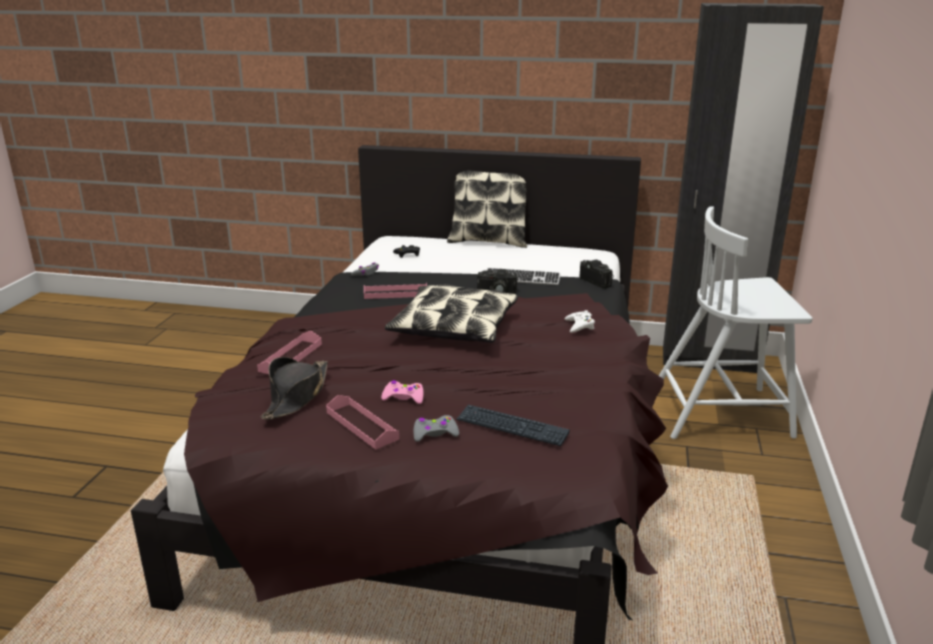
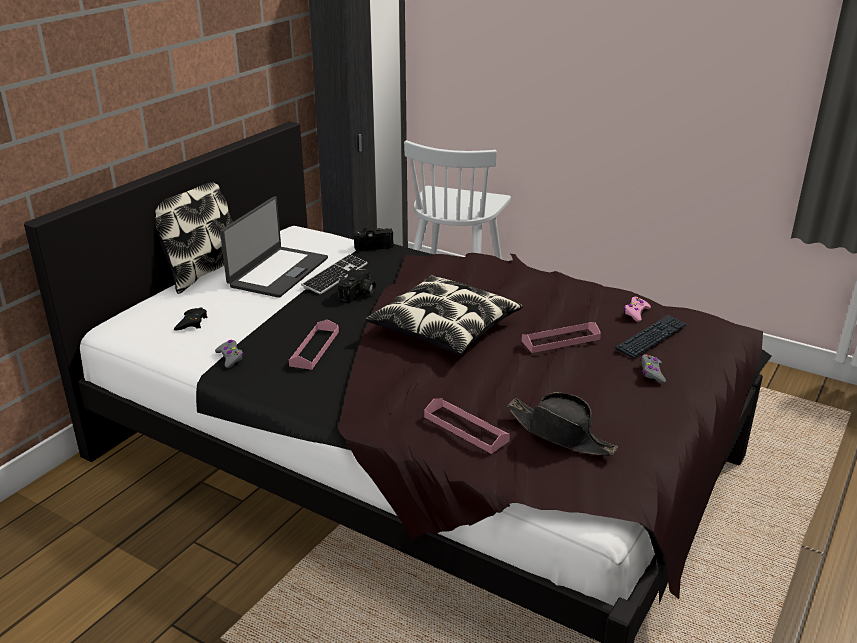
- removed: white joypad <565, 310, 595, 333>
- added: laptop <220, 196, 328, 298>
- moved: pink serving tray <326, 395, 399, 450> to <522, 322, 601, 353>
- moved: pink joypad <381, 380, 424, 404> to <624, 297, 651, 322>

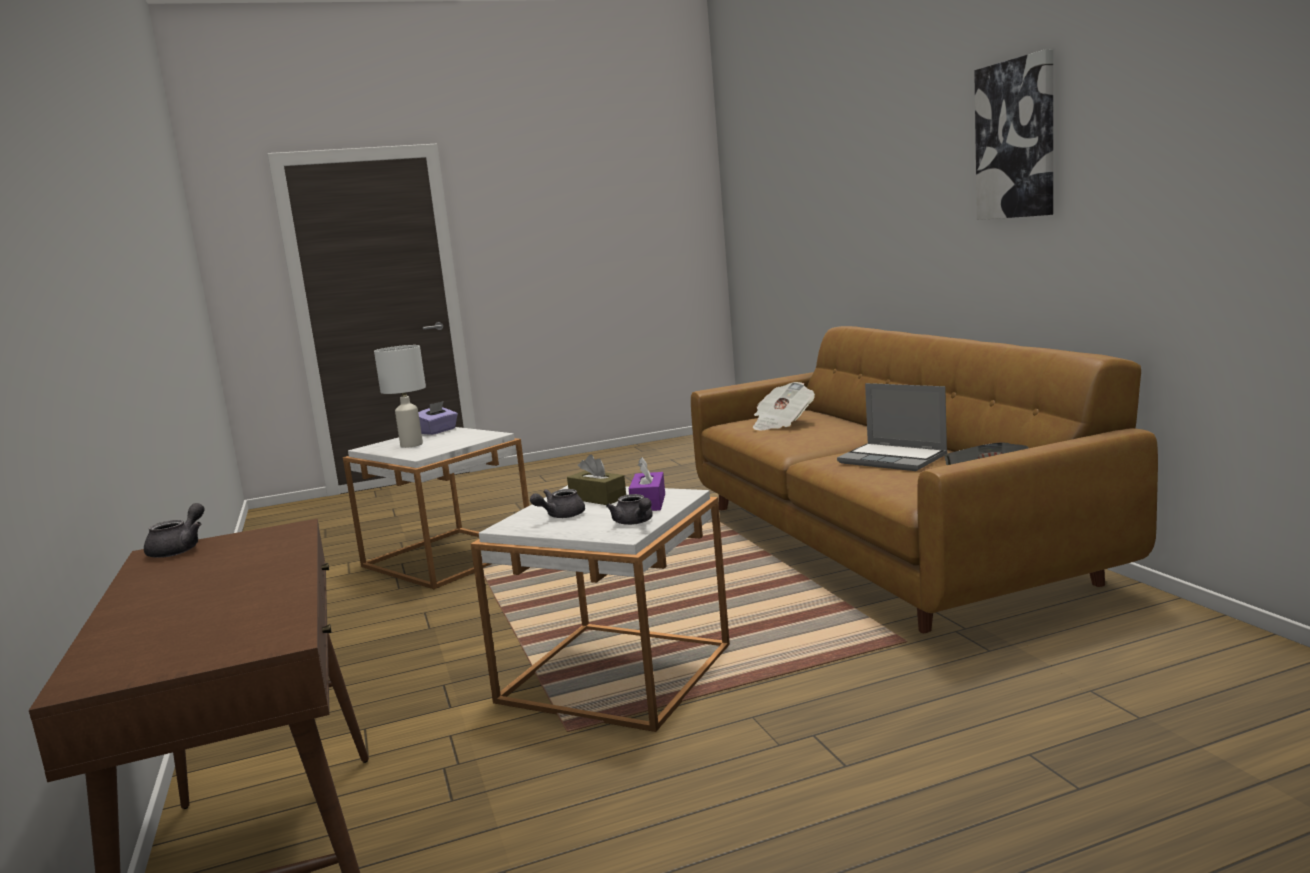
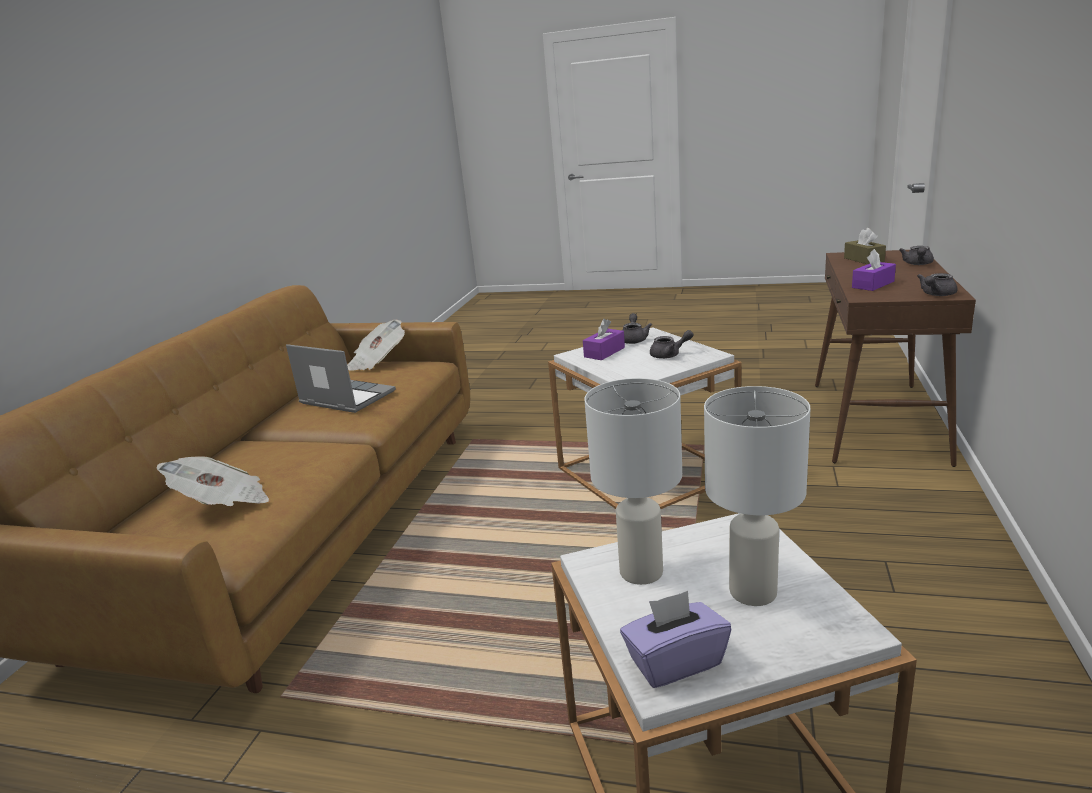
- removed: picture <974, 49, 1053, 220>
- added: white table lamp <585, 378, 682, 585>
- added: purplish box of tissues <852, 249, 896, 291>
- added: gray tea pot <899, 246, 934, 265>
- moved: brown box of tissues <567, 454, 626, 505> to <844, 228, 886, 264>
- turned: laptop <837, 383, 948, 471> = <286, 344, 396, 413> 45 degrees counterclockwise

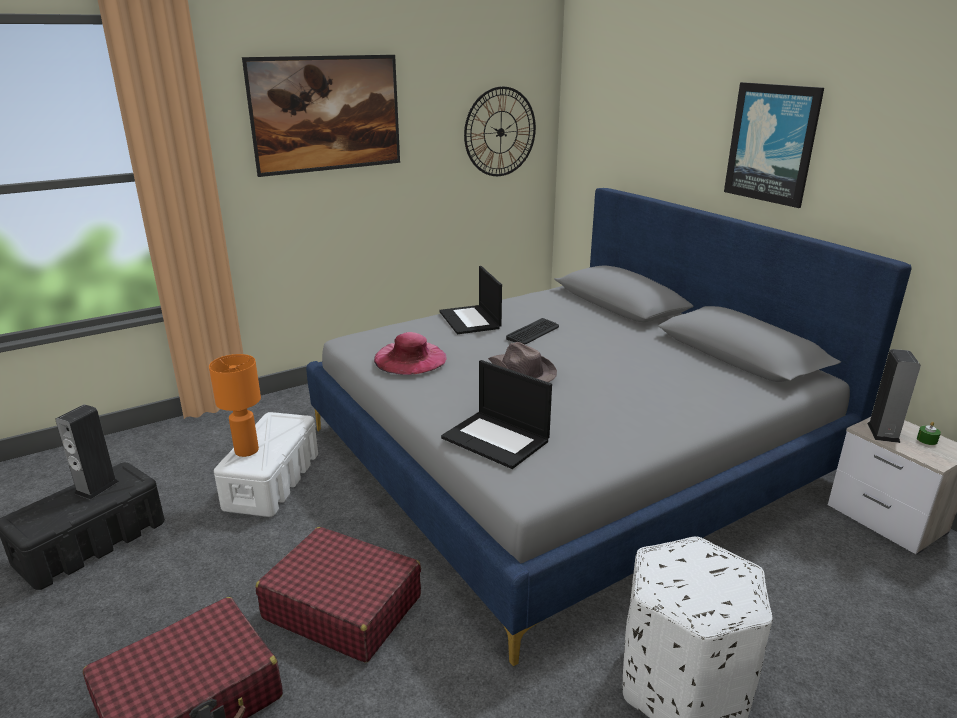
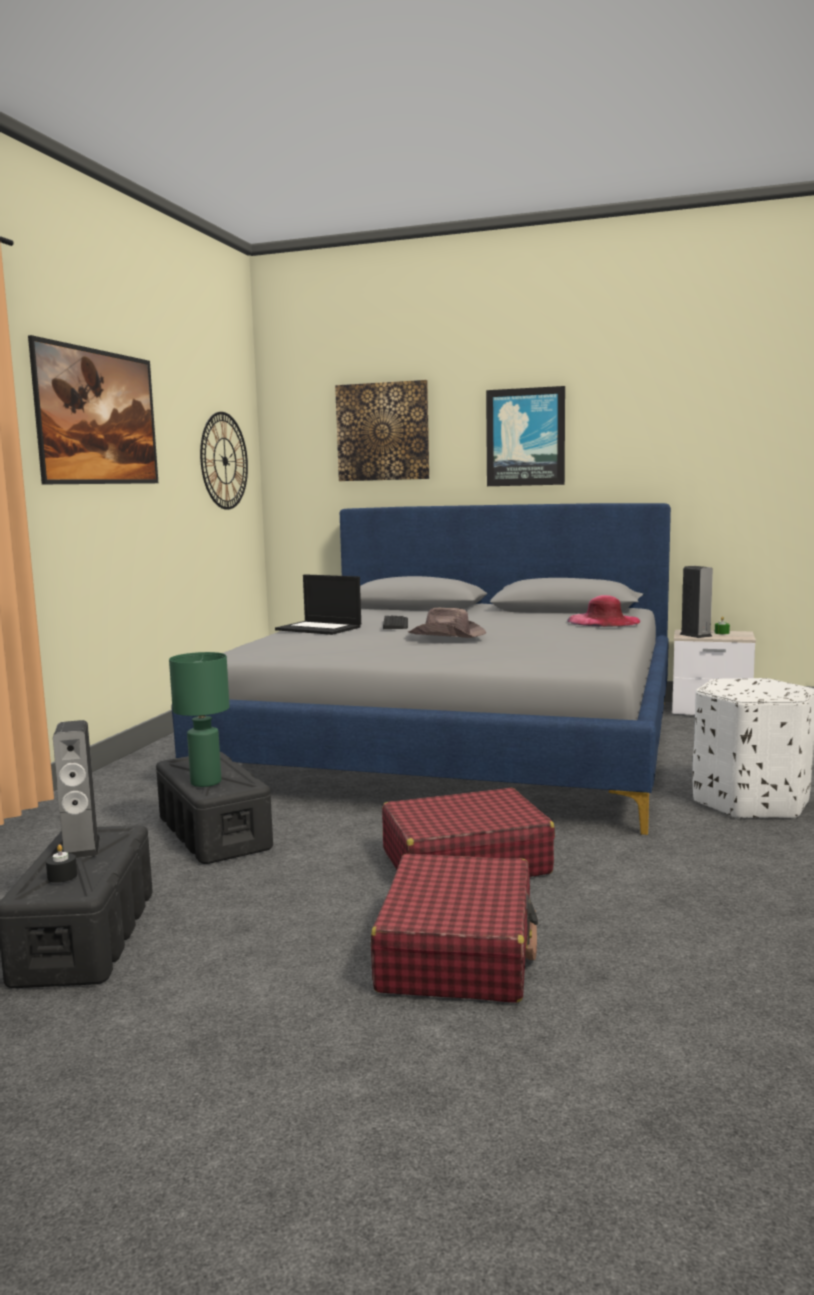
- removed: laptop <441, 360, 552, 469>
- added: blackish wax light <46, 844, 77, 883>
- added: picture <335, 380, 429, 481>
- moved: pink hat <374, 332, 447, 375> to <567, 595, 641, 627>
- recoloured: orange table lamp <209, 354, 261, 457> to green table lamp <169, 652, 230, 787>
- recoloured: white storage box <214, 412, 318, 517> to blackish storage box <156, 752, 273, 864>

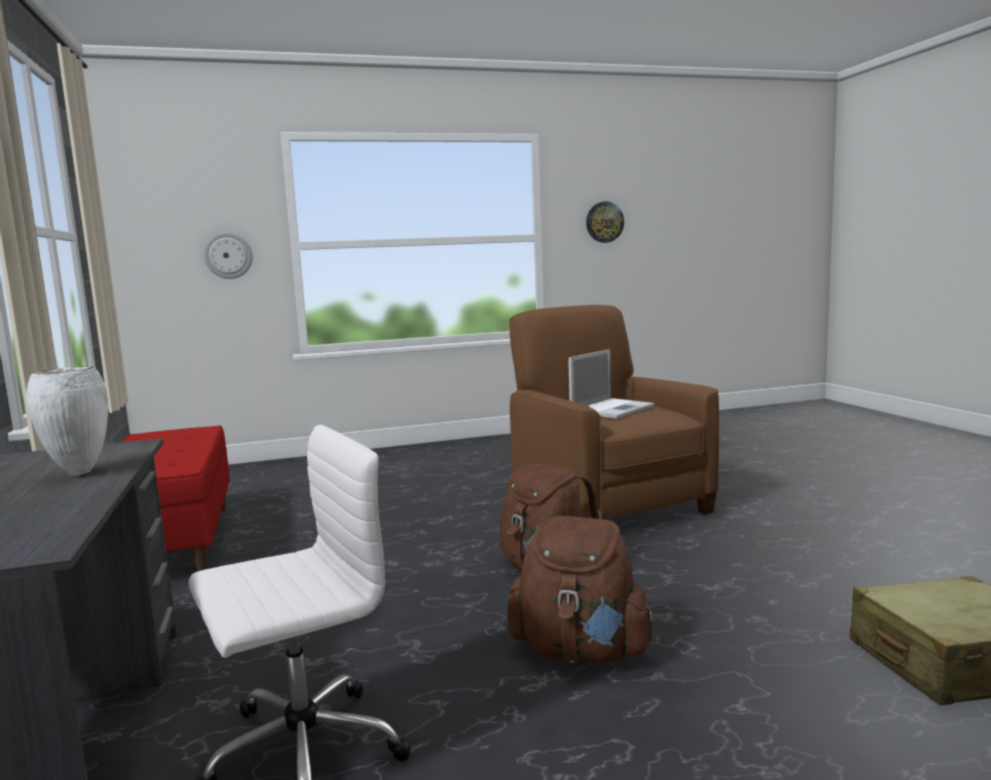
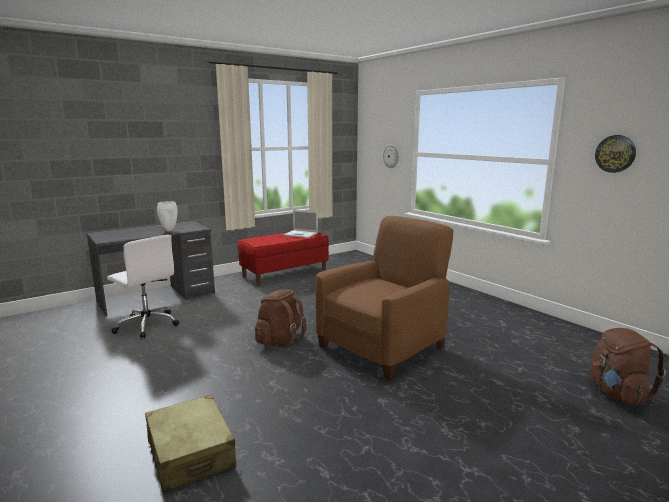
- moved: brown knapsack <508, 516, 656, 664> to <590, 328, 666, 405>
- moved: laptop <568, 349, 654, 419> to <283, 210, 318, 238>

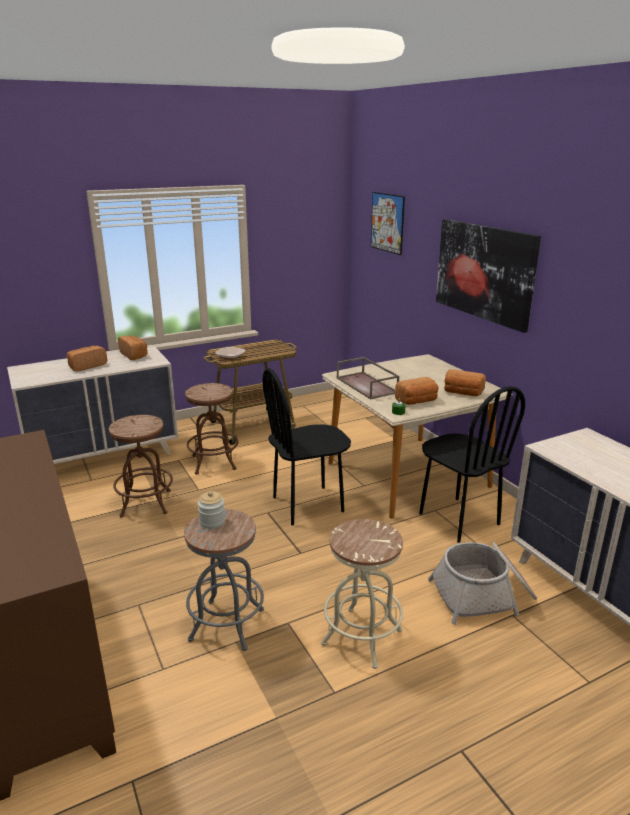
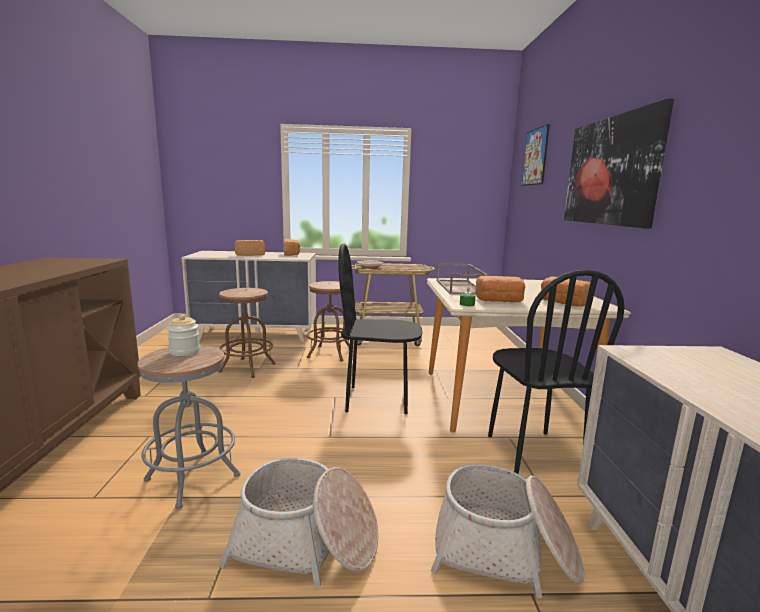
- replaced: beige-coloured stool <321, 519, 403, 669> to household basket <220, 458, 378, 588>

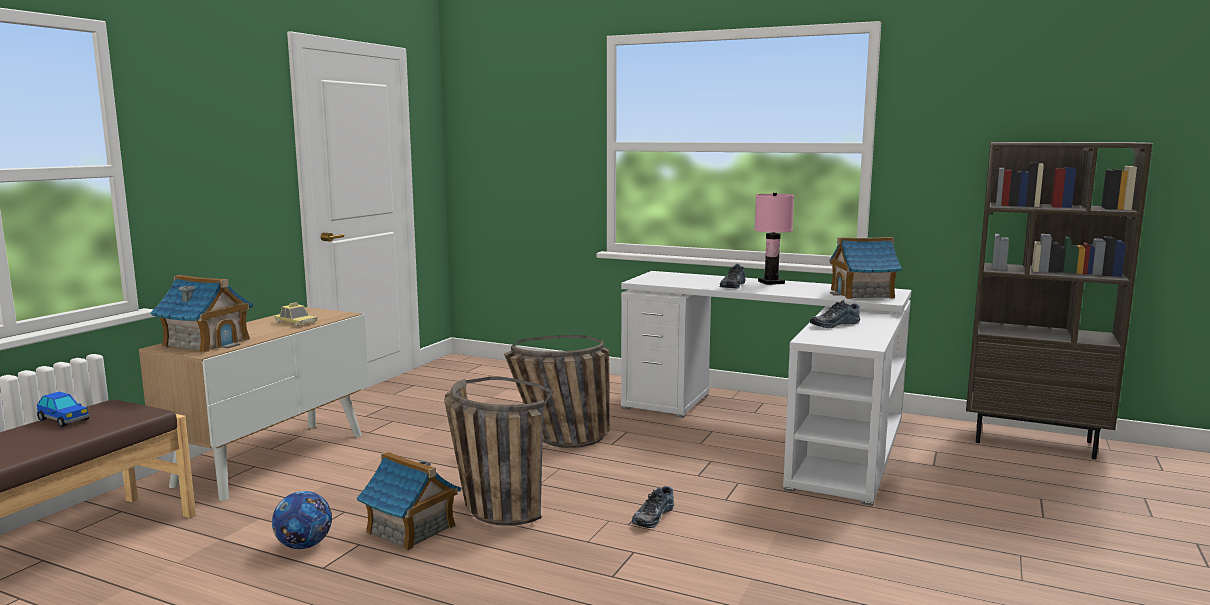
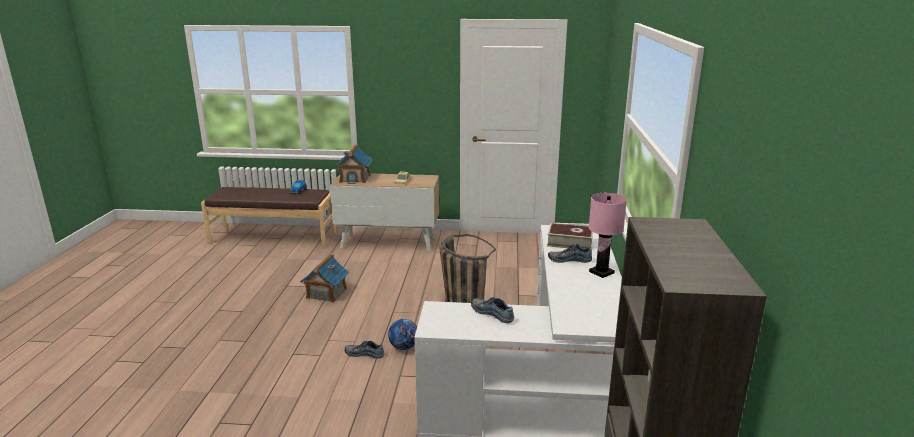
- removed: household basket <444, 376, 553, 526>
- removed: toy house <829, 237, 902, 299>
- added: book <547, 223, 593, 249>
- moved: football <272, 491, 332, 549> to <388, 319, 417, 350>

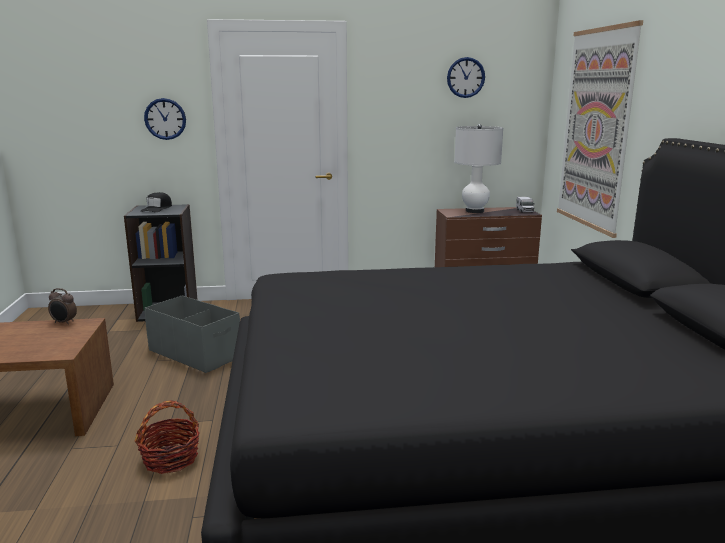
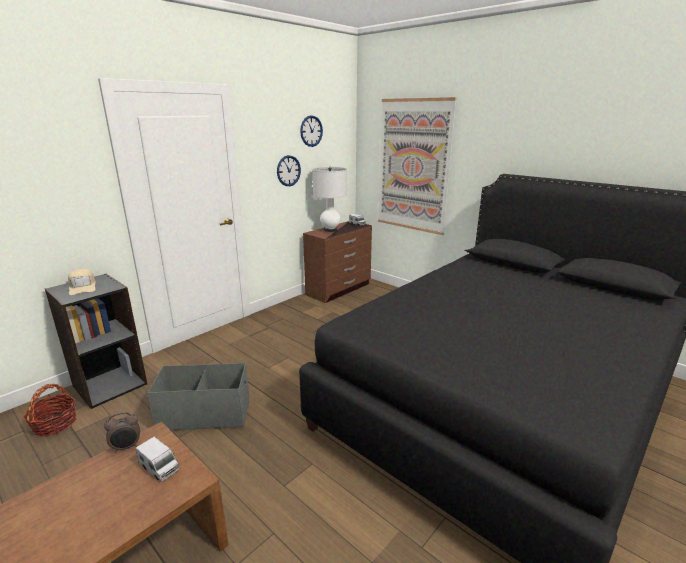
- added: model truck <136, 437, 180, 482>
- moved: household basket <135, 401, 199, 474> to <24, 384, 76, 437>
- moved: clock on the wall <144, 98, 186, 140> to <277, 155, 301, 186>
- recoloured: blackish peaked cap <140, 192, 172, 212> to beige-coloured peaked cap <68, 269, 96, 295>

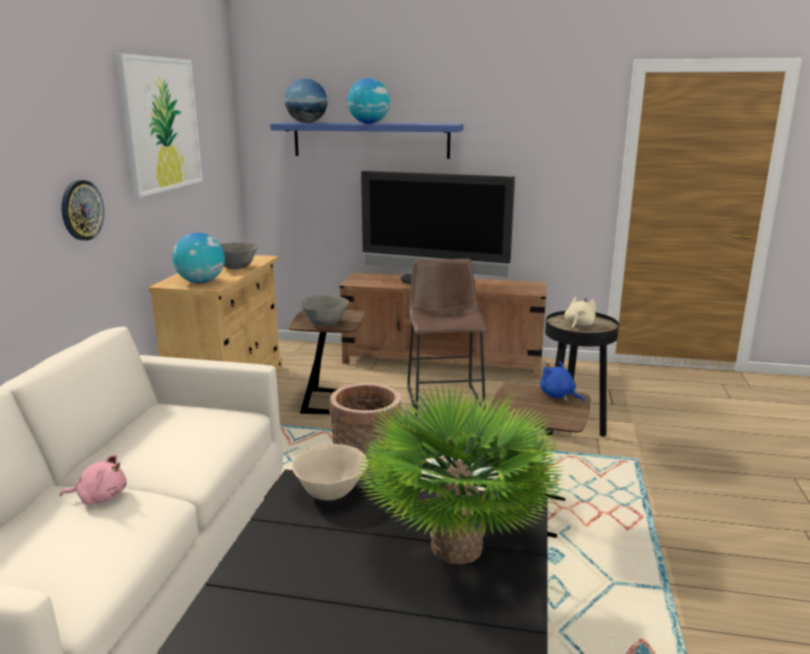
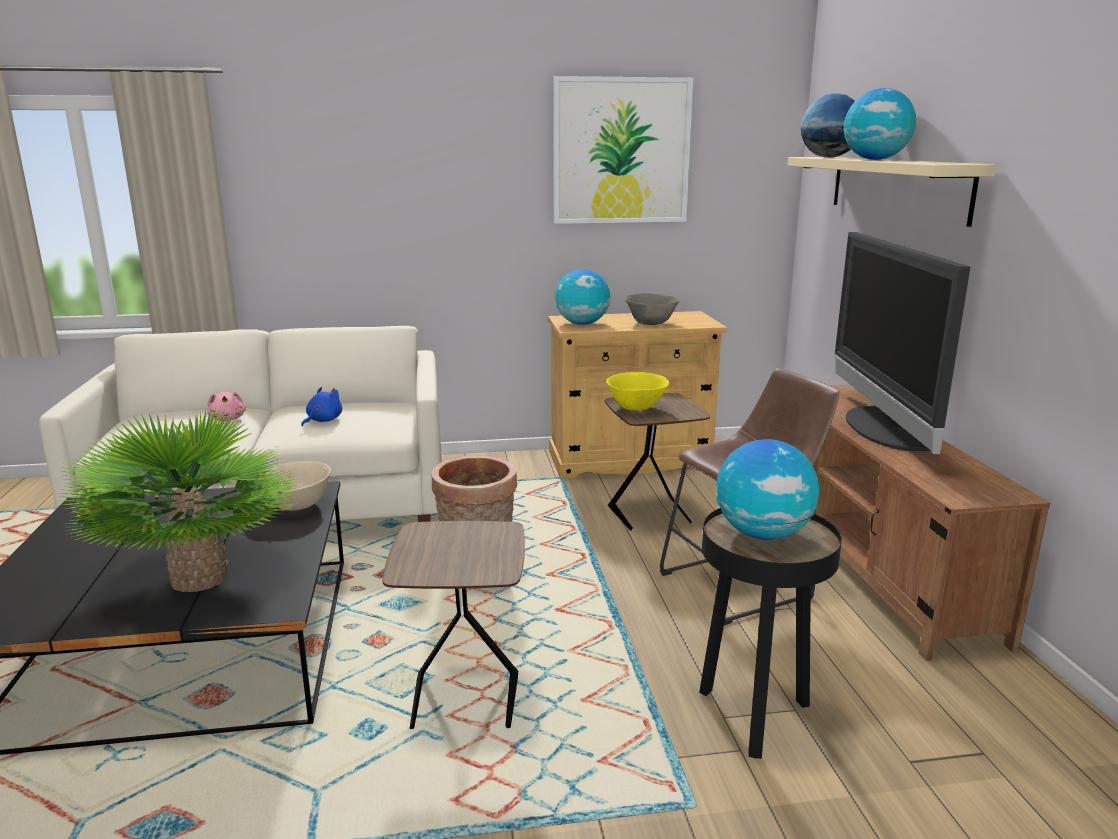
- removed: clock on the wall <62, 180, 104, 240>
- moved: bluish cuddly toy <540, 361, 585, 403> to <301, 387, 342, 426>
- replaced: beige-coloured cuddly toy <564, 297, 596, 329> to desk globe <716, 439, 819, 540>
- recoloured: bluish shelf <270, 122, 463, 159> to beige-coloured shelf <787, 157, 996, 227>
- recoloured: gray deep dish <300, 295, 349, 326> to yellow deep dish <606, 372, 669, 411>

